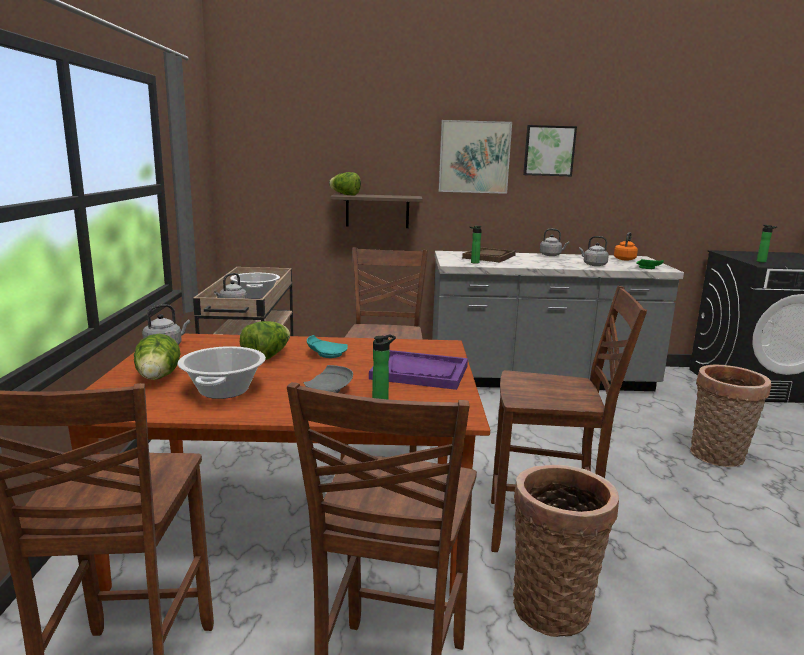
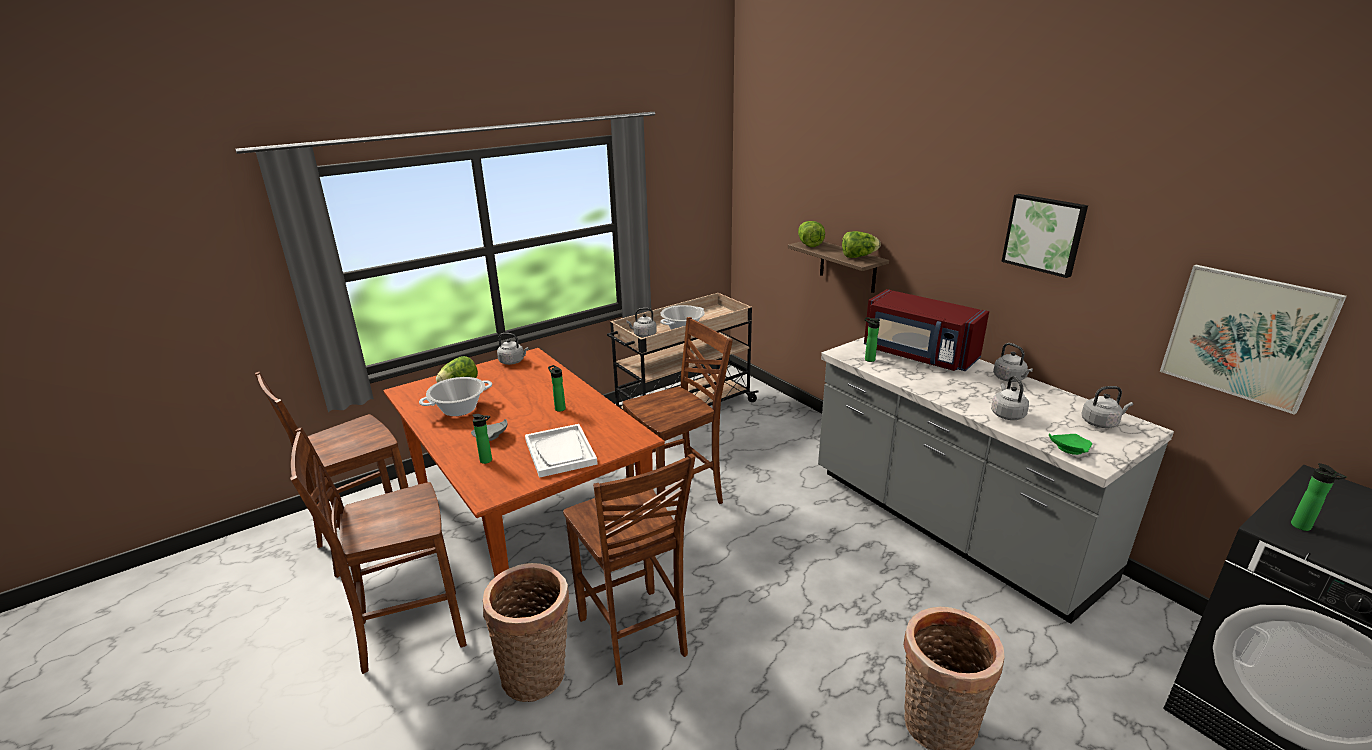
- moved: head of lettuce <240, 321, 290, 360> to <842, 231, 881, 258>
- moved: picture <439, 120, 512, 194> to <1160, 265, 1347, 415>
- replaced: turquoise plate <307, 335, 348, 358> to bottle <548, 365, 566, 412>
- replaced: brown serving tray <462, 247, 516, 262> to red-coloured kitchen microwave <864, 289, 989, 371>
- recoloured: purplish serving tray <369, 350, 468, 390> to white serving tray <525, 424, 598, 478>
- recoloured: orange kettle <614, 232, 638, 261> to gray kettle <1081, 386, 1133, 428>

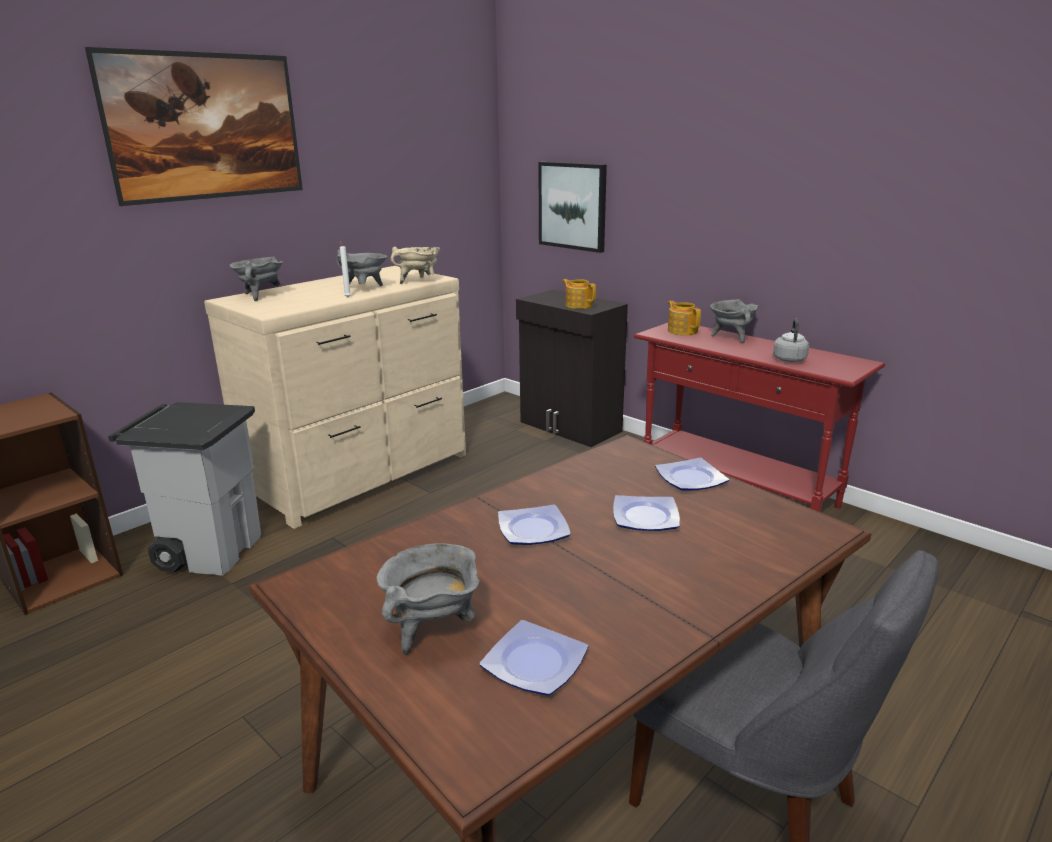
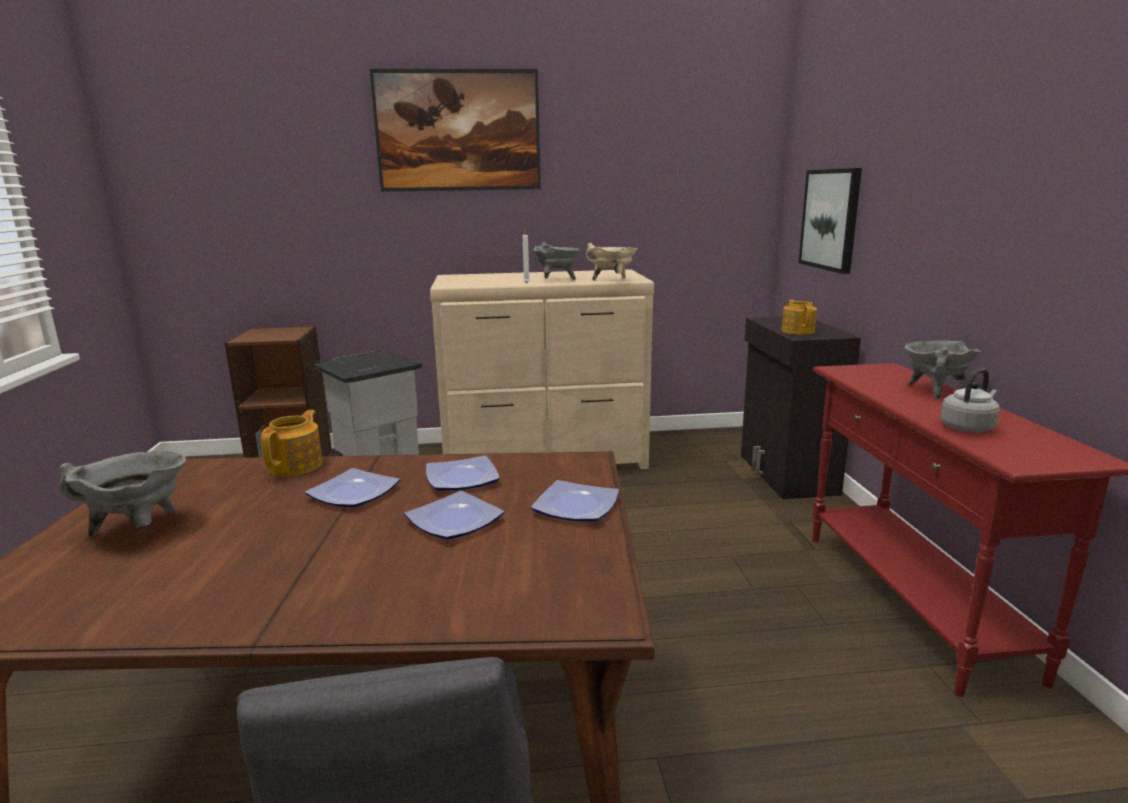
- removed: gray stockpot <229, 256, 283, 301>
- moved: plate <479, 620, 589, 695> to <426, 455, 500, 490>
- moved: tea pot <668, 301, 701, 335> to <261, 410, 323, 476>

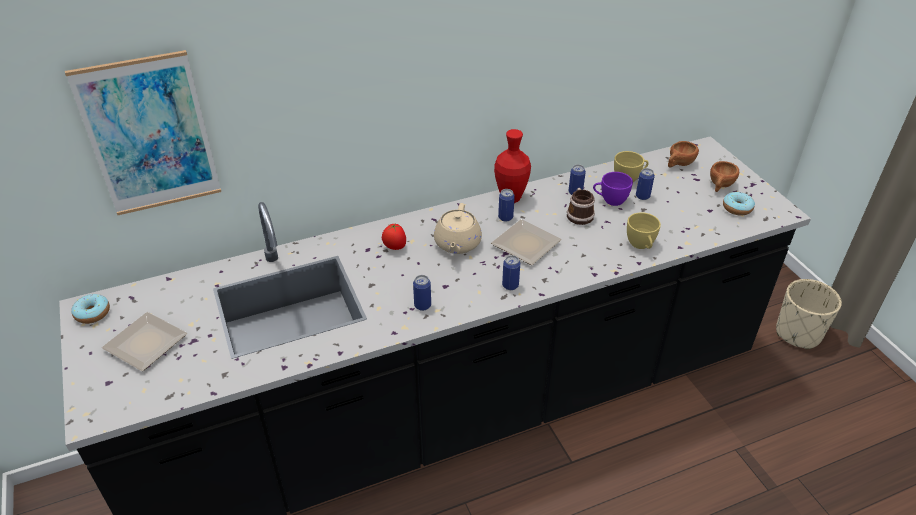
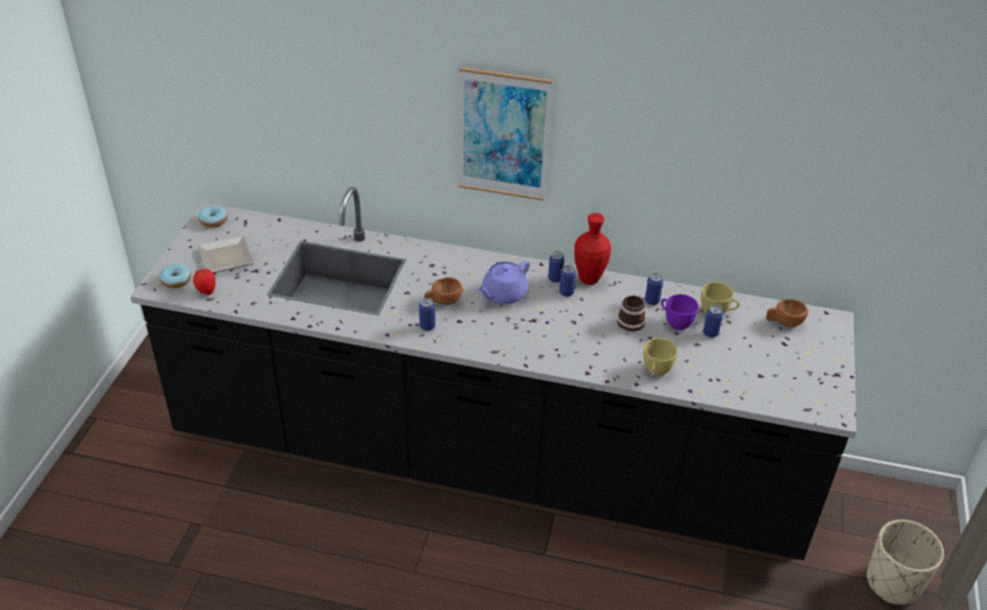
- removed: plate <491, 219, 562, 265>
- moved: picture <65, 50, 221, 215> to <459, 67, 553, 201>
- moved: fresh tomato <382, 224, 406, 250> to <193, 269, 216, 295>
- moved: metal can <502, 255, 520, 290> to <548, 251, 565, 283>
- moved: brown small cup <710, 161, 739, 192> to <424, 277, 463, 305>
- moved: donut <723, 192, 755, 216> to <159, 264, 191, 288>
- recoloured: beige-coloured tea pot <434, 203, 482, 254> to purplish tea pot <478, 260, 530, 304>

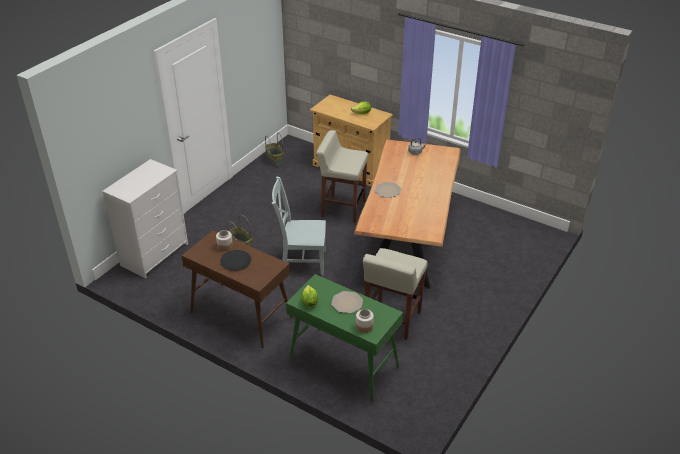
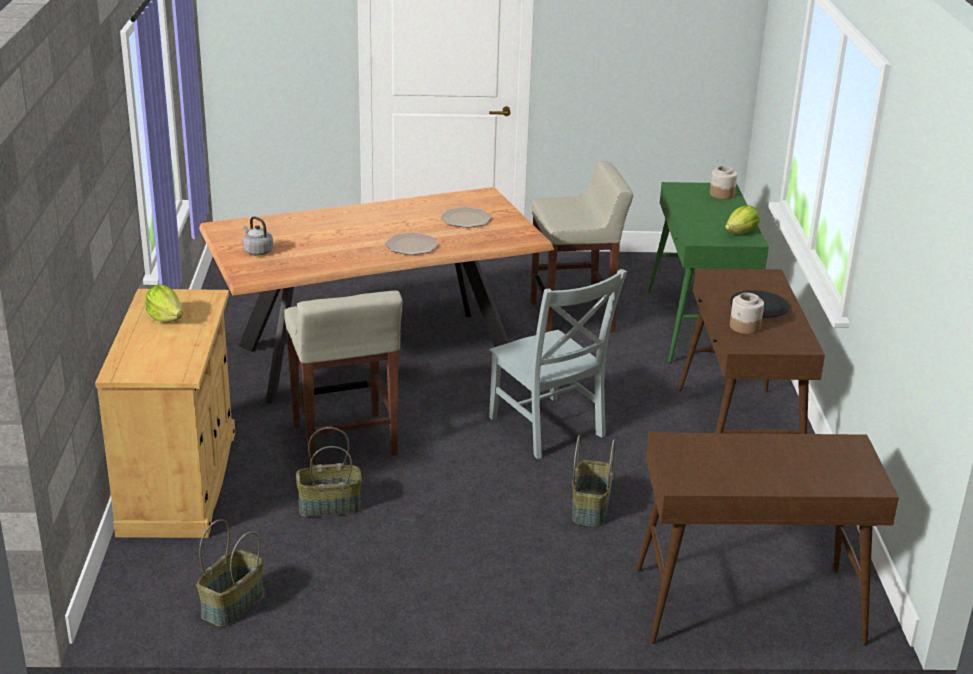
- added: household basket <296, 427, 362, 517>
- moved: plate <331, 291, 363, 313> to <440, 207, 492, 228>
- replaced: white dresser <102, 159, 188, 278> to brown console table <636, 433, 899, 645>

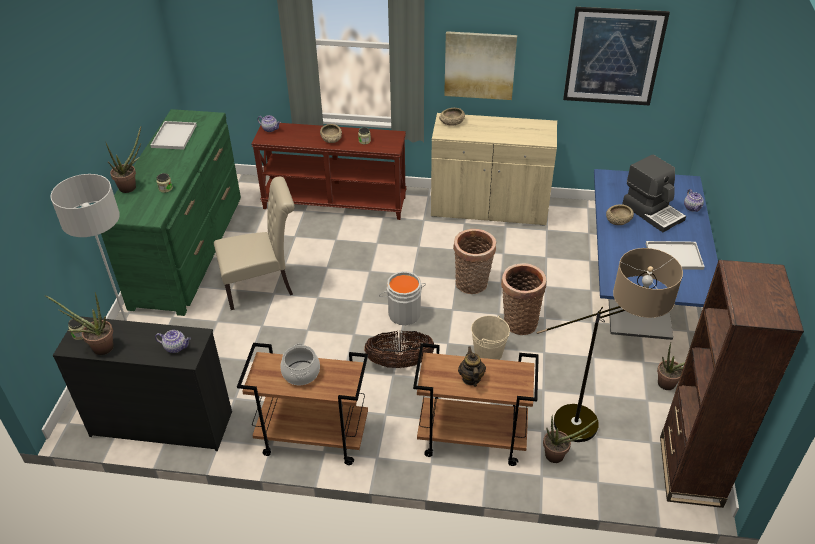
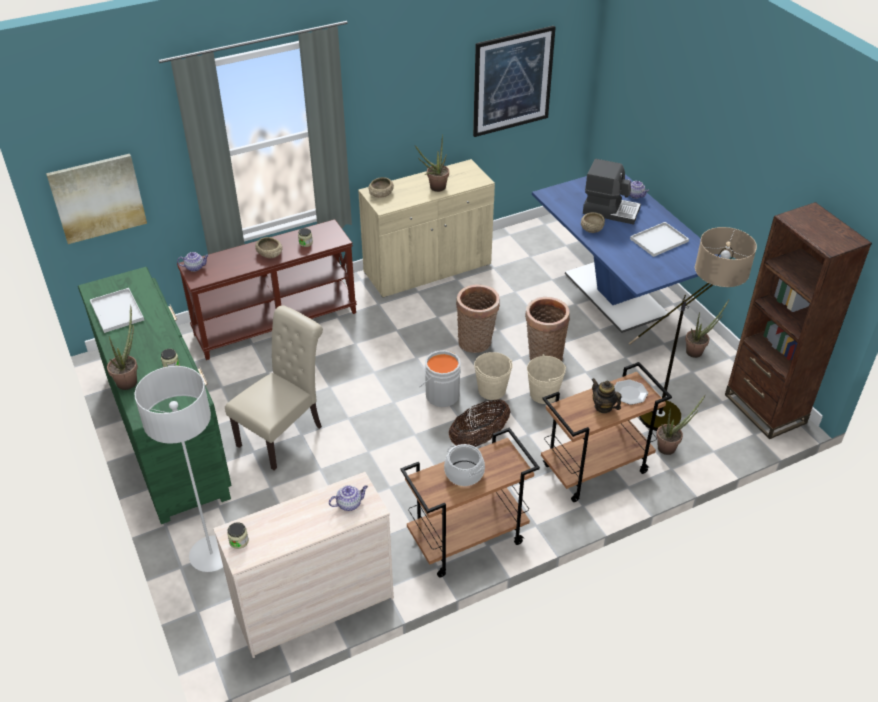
- added: beige-coloured pail <474, 352, 513, 400>
- added: plate <614, 380, 648, 405>
- moved: potted plant <45, 293, 114, 355> to <415, 134, 449, 192>
- moved: picture <444, 31, 517, 100> to <46, 154, 147, 244>
- recoloured: blackish dresser <53, 316, 232, 451> to beige-coloured dresser <213, 472, 394, 658>

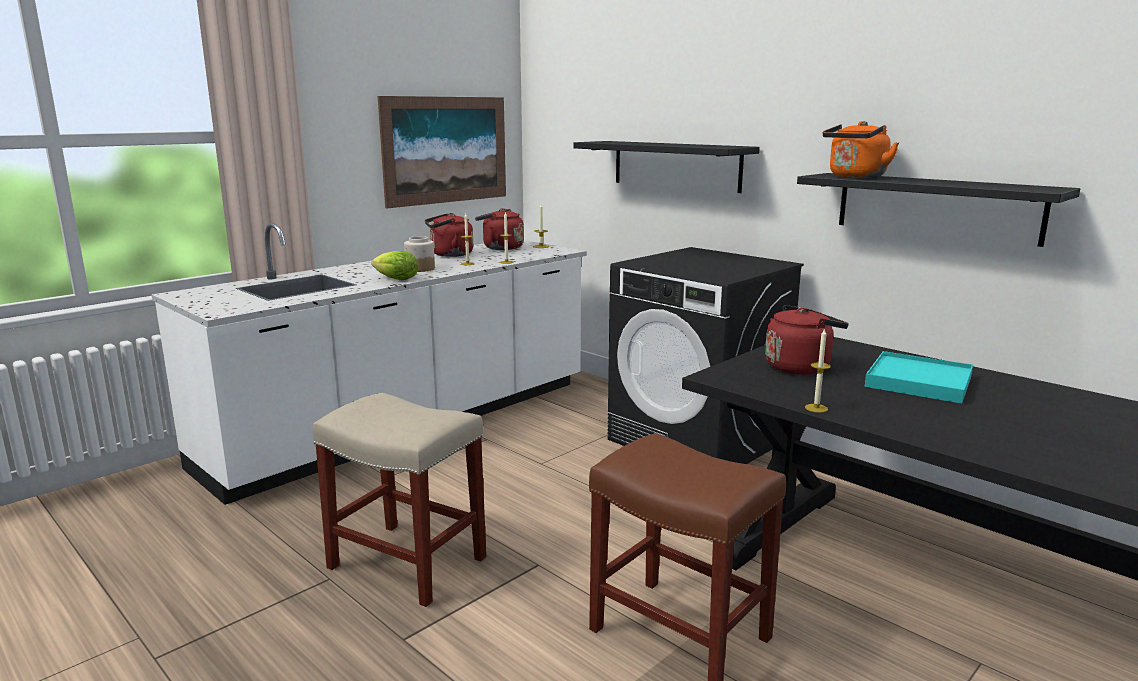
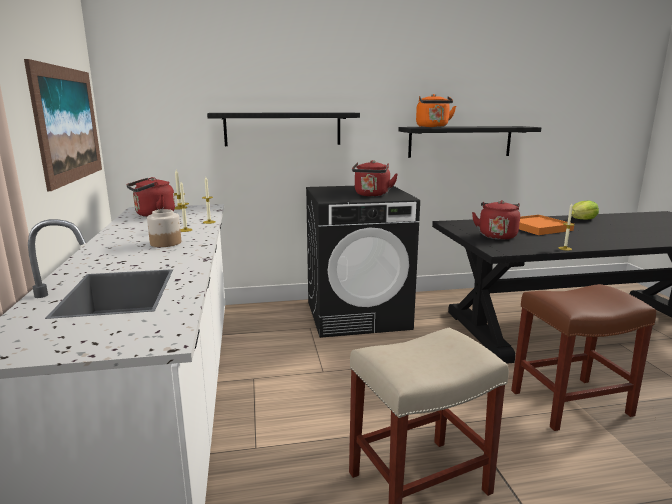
- moved: head of lettuce <371, 251, 418, 280> to <572, 200, 599, 219>
- moved: red-coloured kettle <425, 213, 473, 257> to <352, 160, 398, 197>
- recoloured: turquoise serving tray <865, 351, 973, 404> to orange serving tray <519, 215, 574, 235>

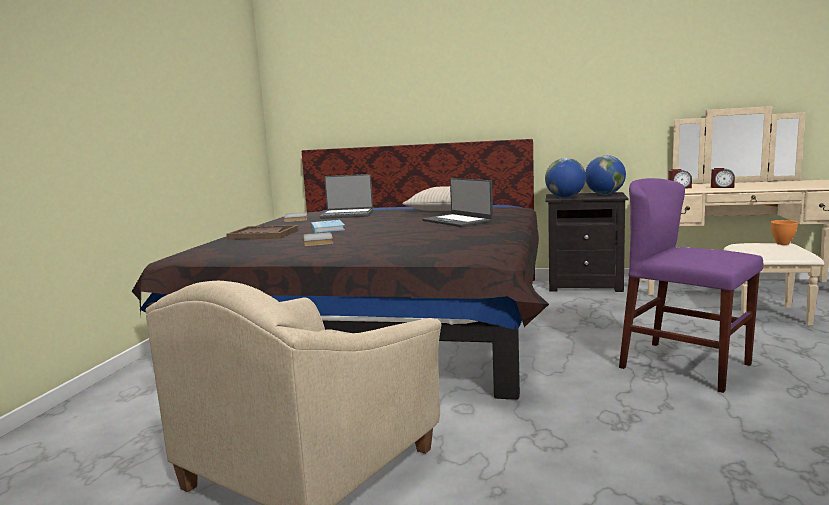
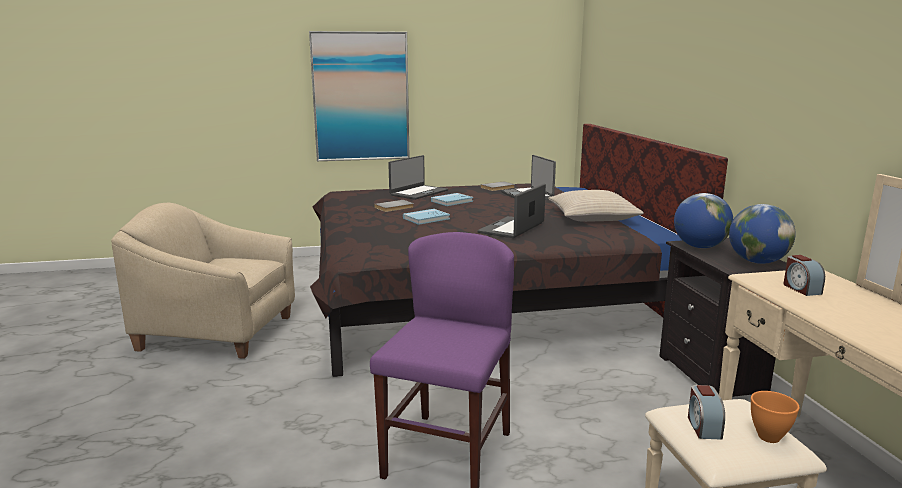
- added: picture <309, 31, 410, 161>
- added: bluish book <403, 209, 450, 225>
- moved: bedside clock <711, 168, 735, 188> to <688, 385, 725, 440>
- replaced: brown serving tray <226, 225, 299, 240> to laptop <388, 155, 448, 200>

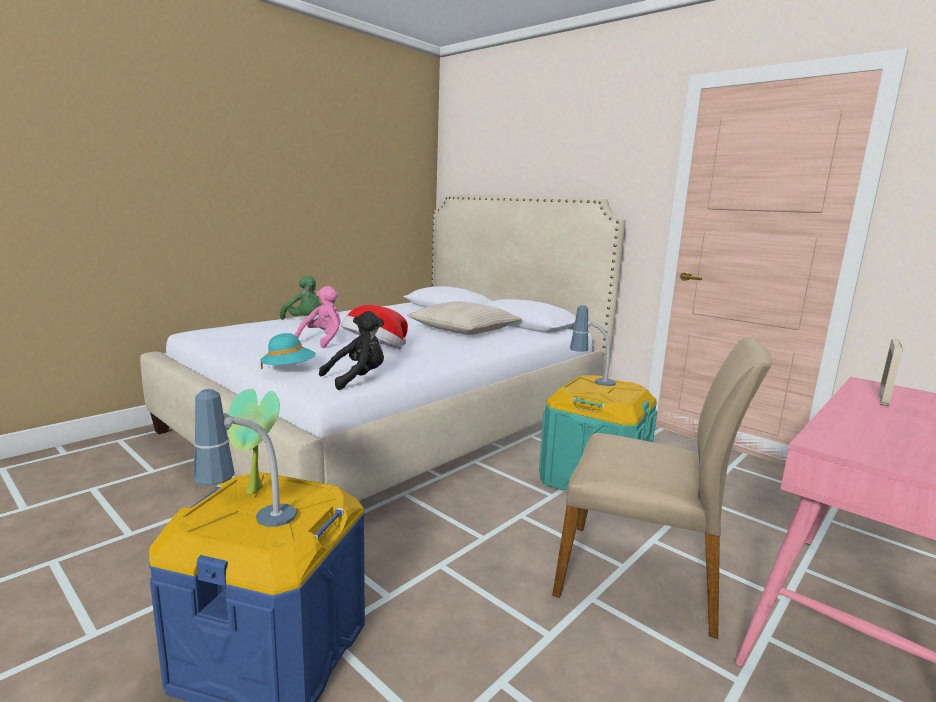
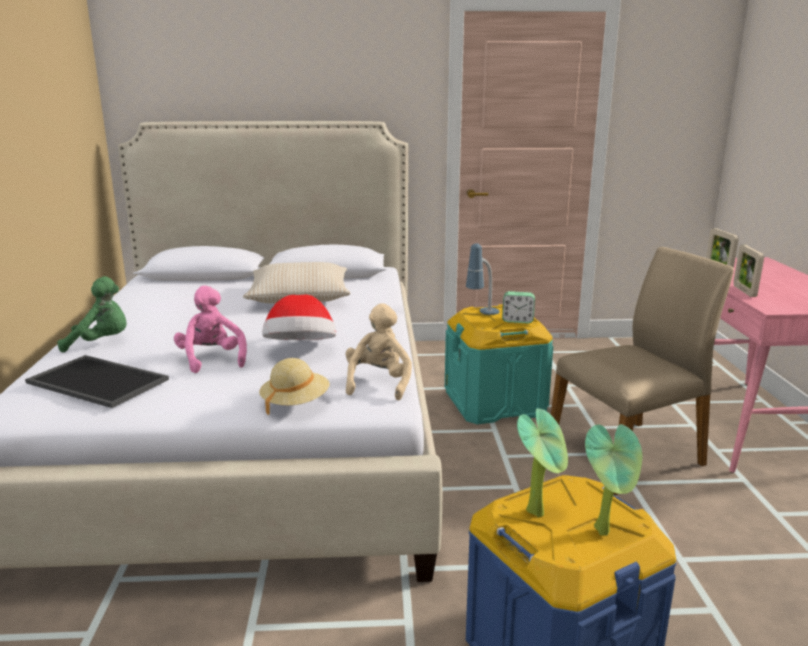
- added: serving tray <25, 355, 169, 408>
- added: bedside clock <502, 291, 535, 323>
- added: standing frame <733, 245, 764, 297>
- replaced: table lamp <194, 389, 297, 527> to potted plant <585, 424, 642, 536>
- recoloured: turquoise hat <260, 333, 316, 370> to beige-coloured hat <259, 358, 330, 416>
- recoloured: blackish cuddly toy <319, 311, 384, 390> to beige-coloured cuddly toy <346, 303, 412, 400>

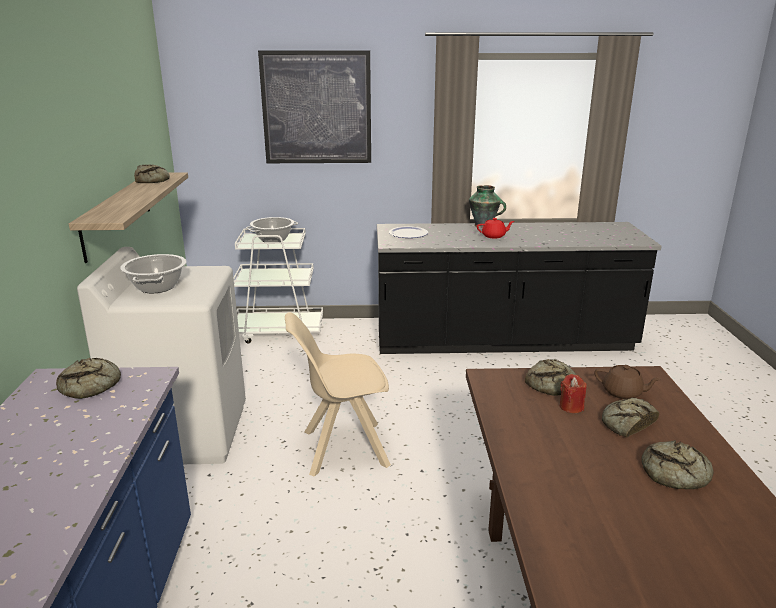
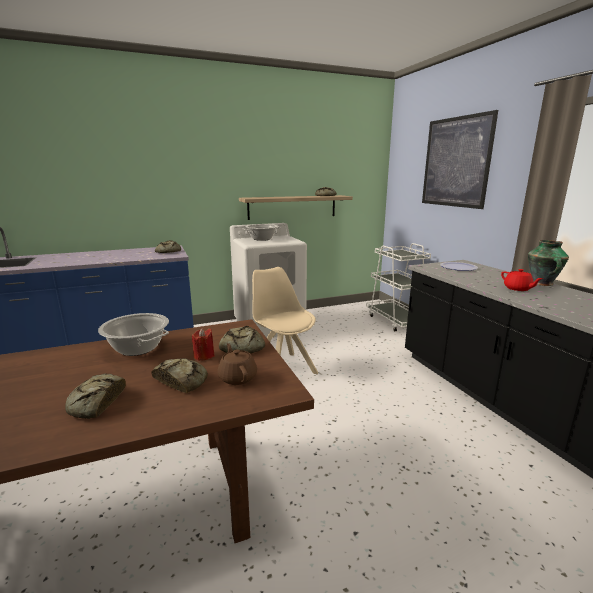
- moved: stockpot <246, 217, 298, 242> to <98, 313, 169, 356>
- turned: brown tea pot <594, 365, 661, 399> = <218, 343, 257, 385> 150 degrees clockwise

